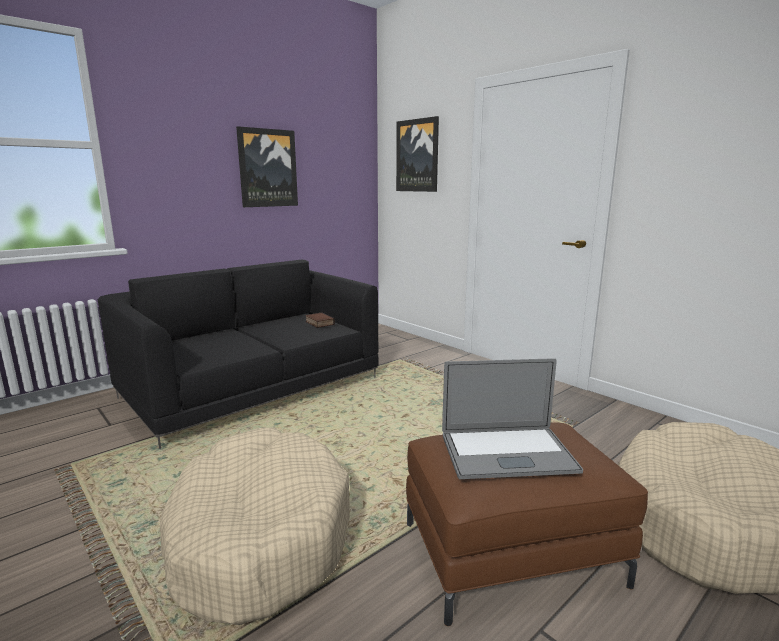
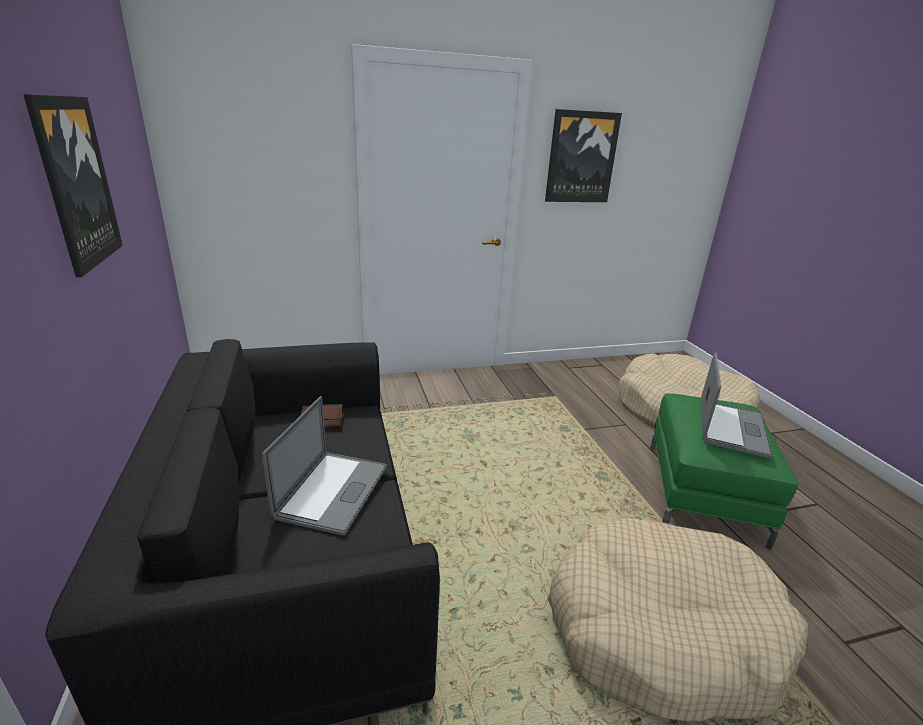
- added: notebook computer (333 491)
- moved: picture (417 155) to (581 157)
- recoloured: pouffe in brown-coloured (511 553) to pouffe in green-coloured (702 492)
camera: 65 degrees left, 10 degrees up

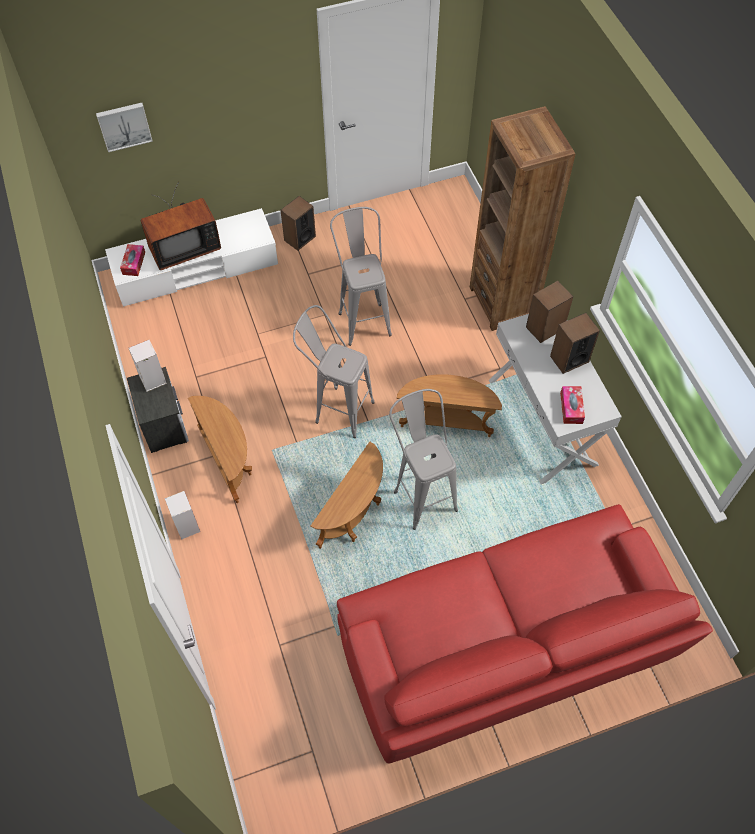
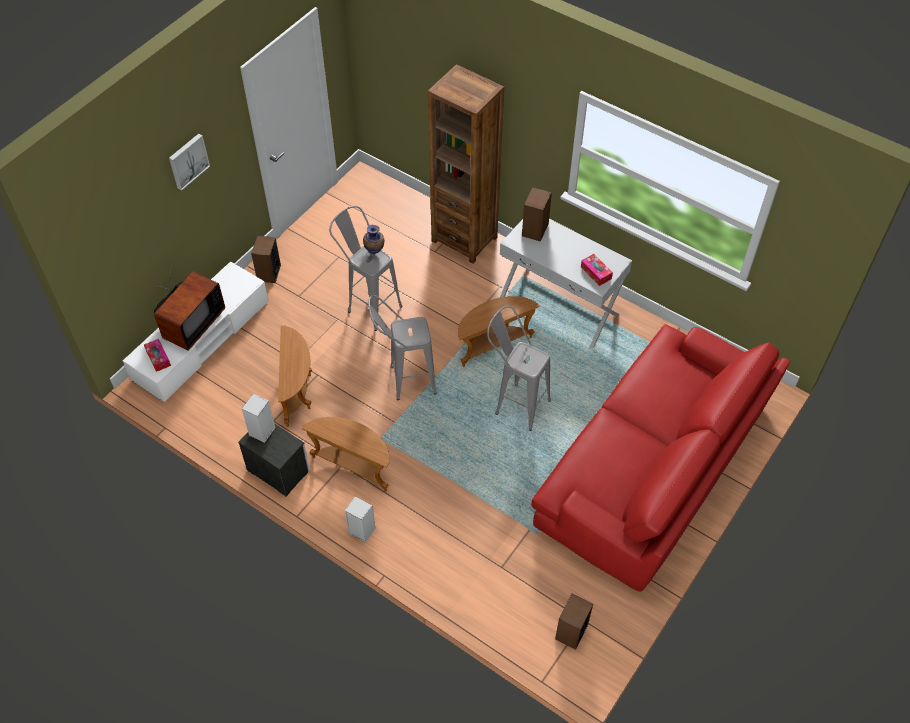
- moved: picture (124 125) to (188 161)
- moved: end table in brown-coloured (354 516) to (298 392)
- added: vase (375 252)
- moved: audio speaker (569 359) to (571 631)
camera: 35 degrees left, 5 degrees down

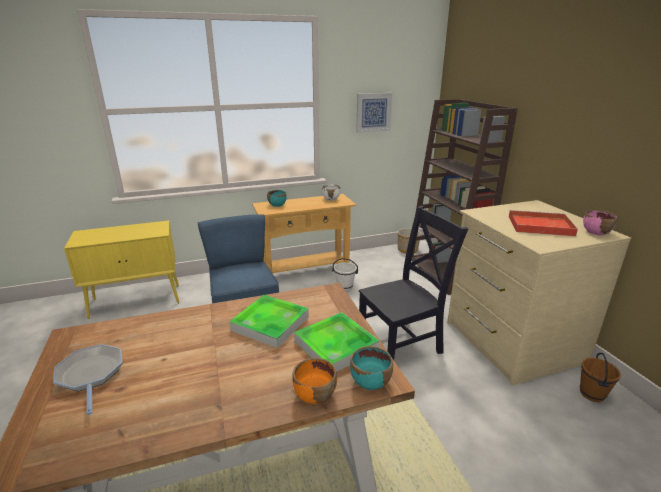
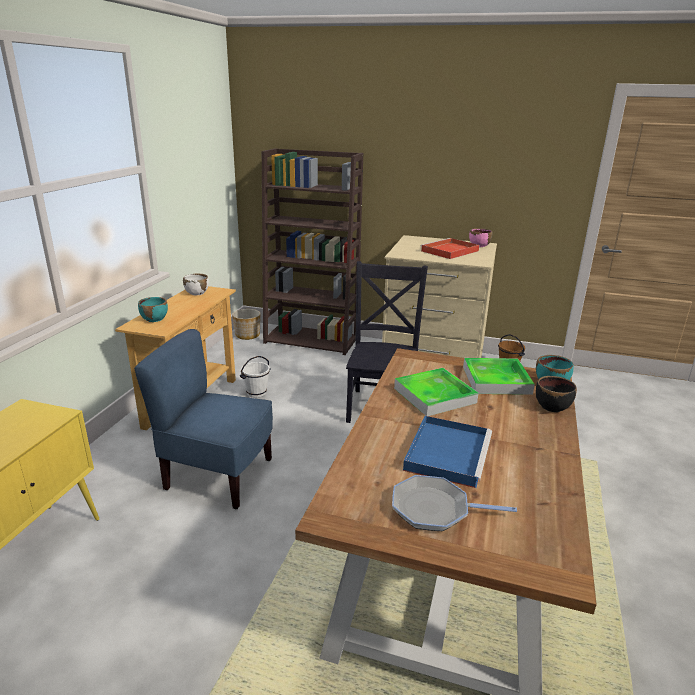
- added: carrying tray in blue-coloured (447 452)
- recoloured: bowl in orange-coloured (314 395) to bowl in blackish (552 407)
- removed: picture (373 112)
camera: 55 degrees left, 0 degrees up

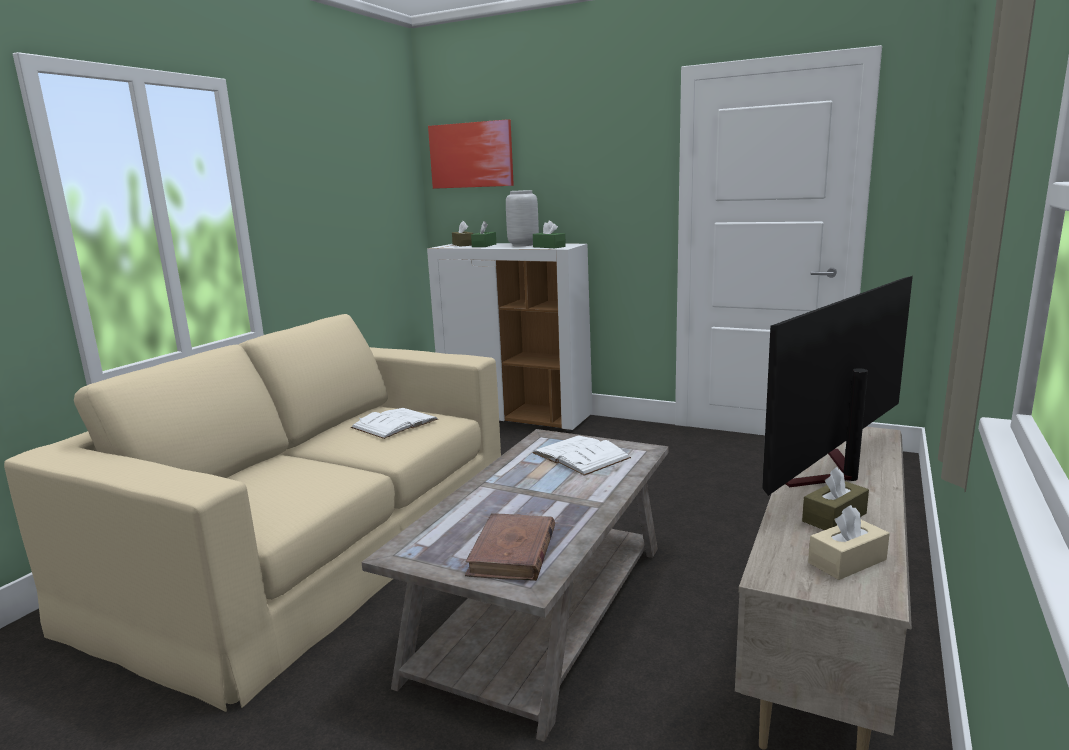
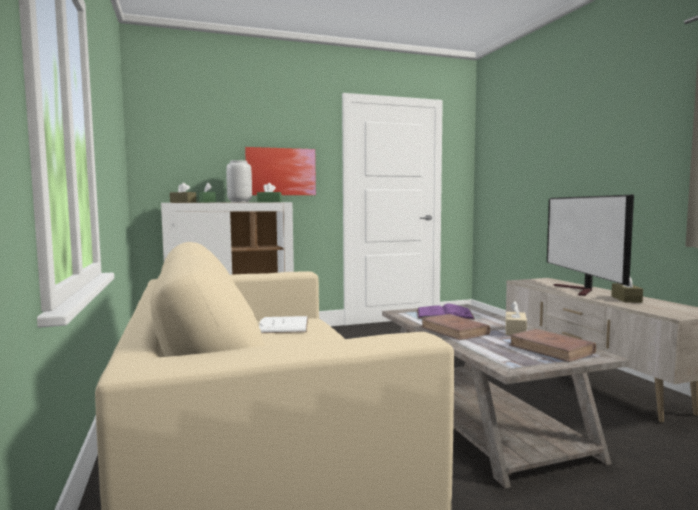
- moved: picture (471 155) to (281 172)
- recoloured: bound book in whitish (580 455) to bound book in purple (444 314)
- added: bound book in brown-coloured (454 331)
- moved: tissue holder in beige-coloured (847 561) to (515 331)
camera: 45 degrees left, 10 degrees down

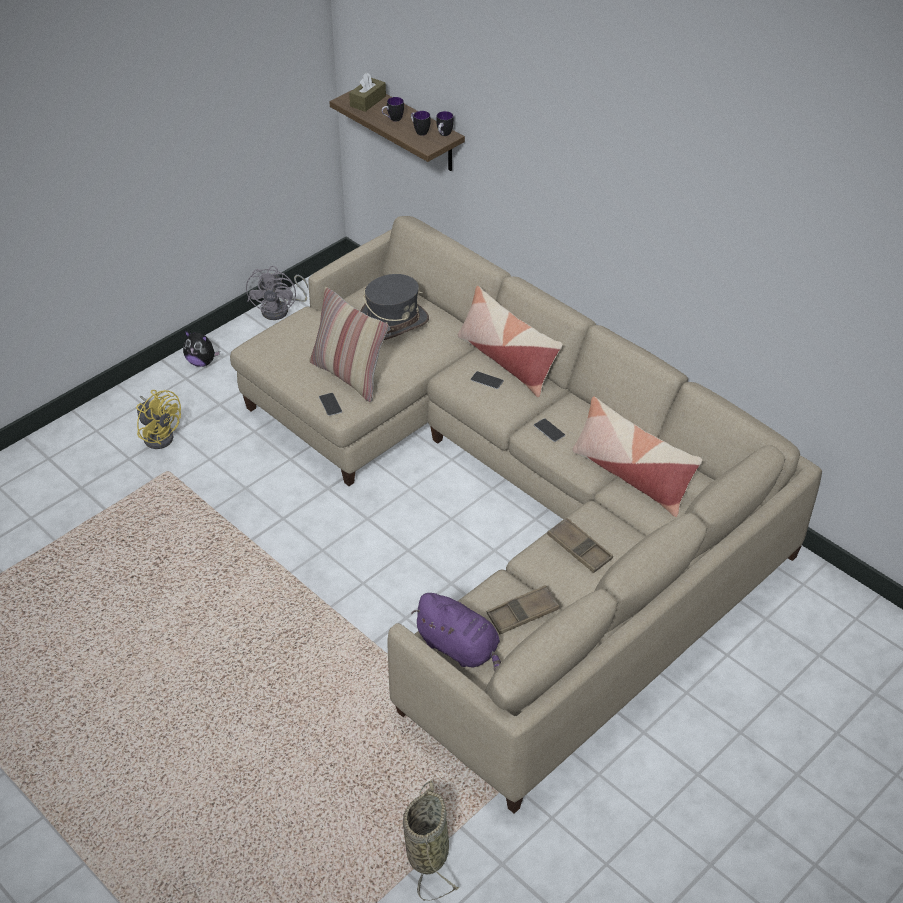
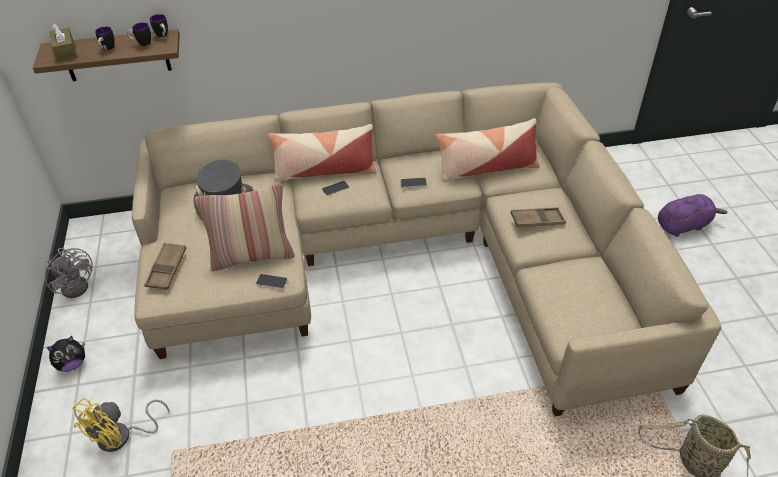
- turned: electric fan in yellow-coloured (159 434) = (122 437) 135 degrees clockwise
- moved: carrying tray in brown-coloured (522 613) to (167 269)
- moved: soft toy in purple (460 648) to (683 225)
camera: 55 degrees left, 0 degrees up

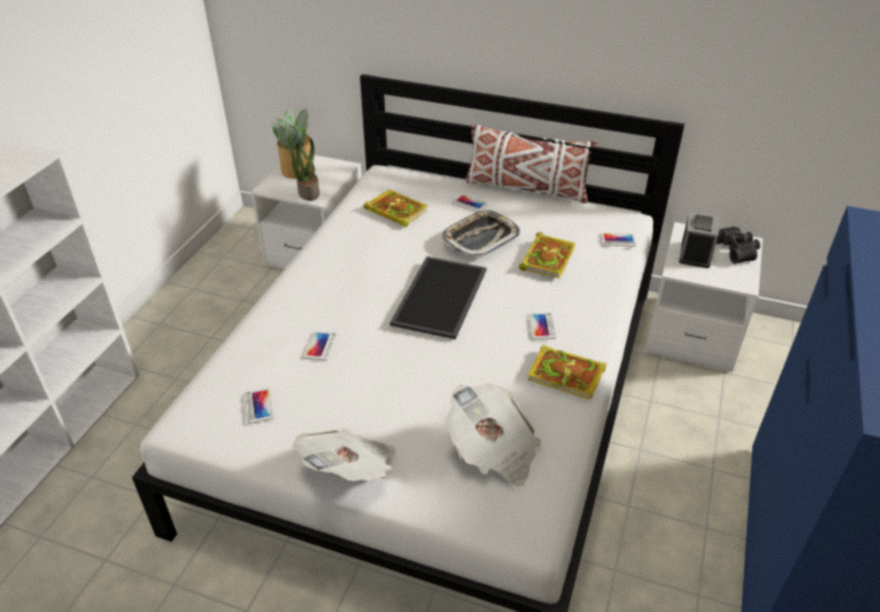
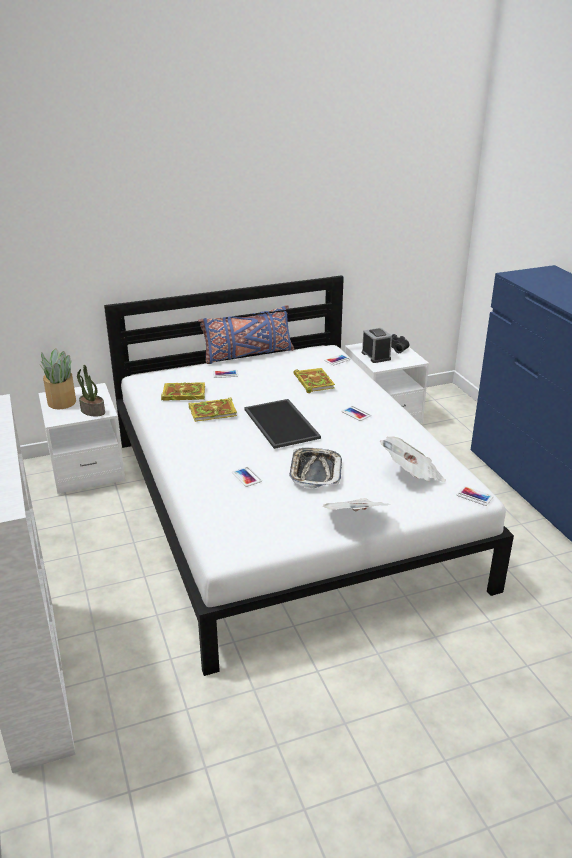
- moved: bound book (568 375) to (214 412)
- recoloured: throw pillow in whitish (526 188) to throw pillow in blue-coloured (248 354)
- moved: carrying tray (480 238) to (315 472)
- moved: handset (259 406) to (474 496)
camera: 40 degrees left, 10 degrees down

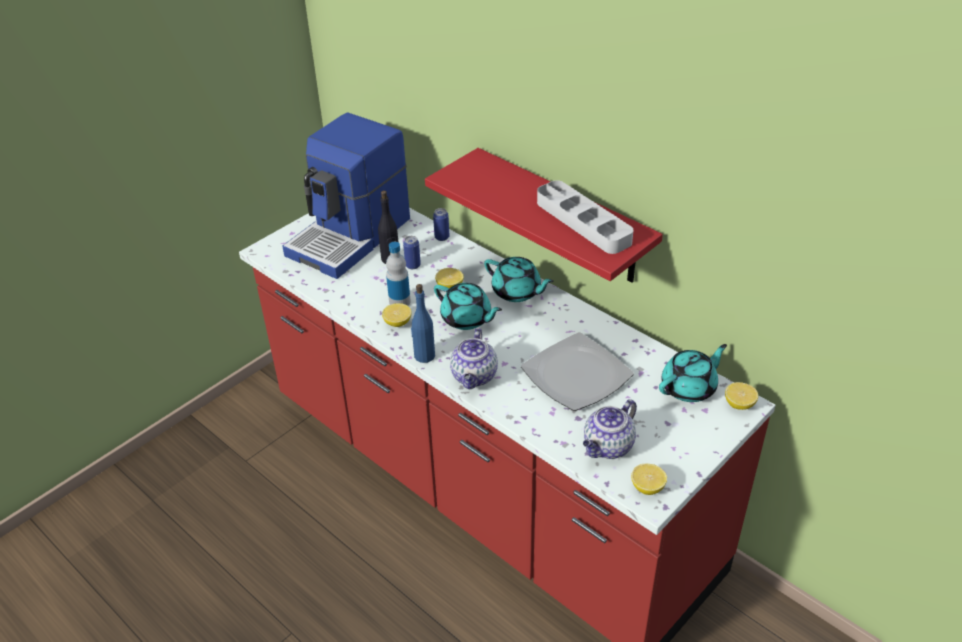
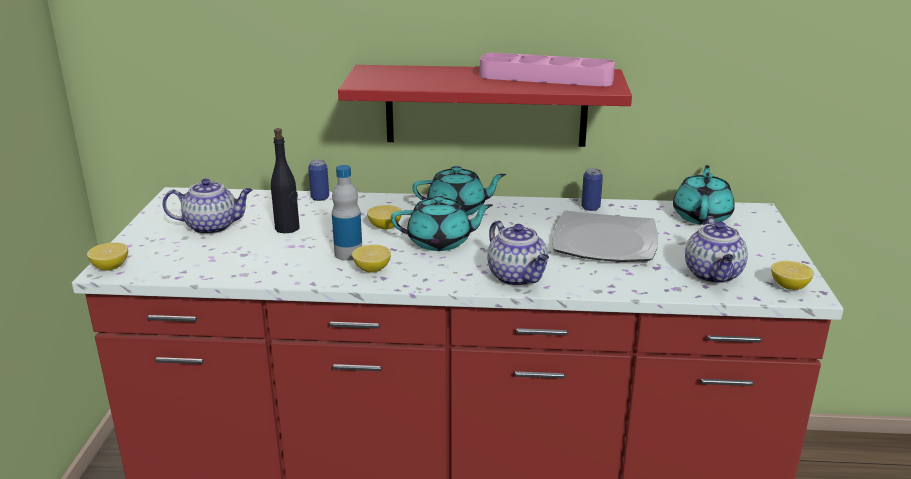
- moved: lemon (739 404) to (110 267)
- replaced: coffee brewer (351 237) to teapot (213 226)
- recoloured: carrying tray in grey (583 222) to carrying tray in pink (546 77)
- moved: can (413 265) to (590 207)
- removed: beverage bottle in blue-coloured (424 356)
camera: 40 degrees left, 15 degrees down

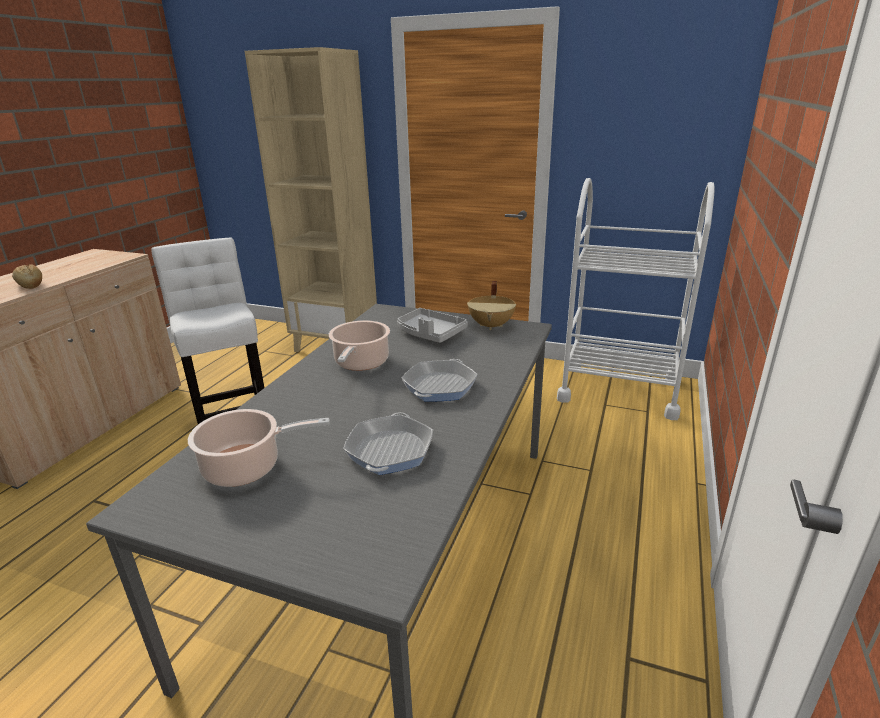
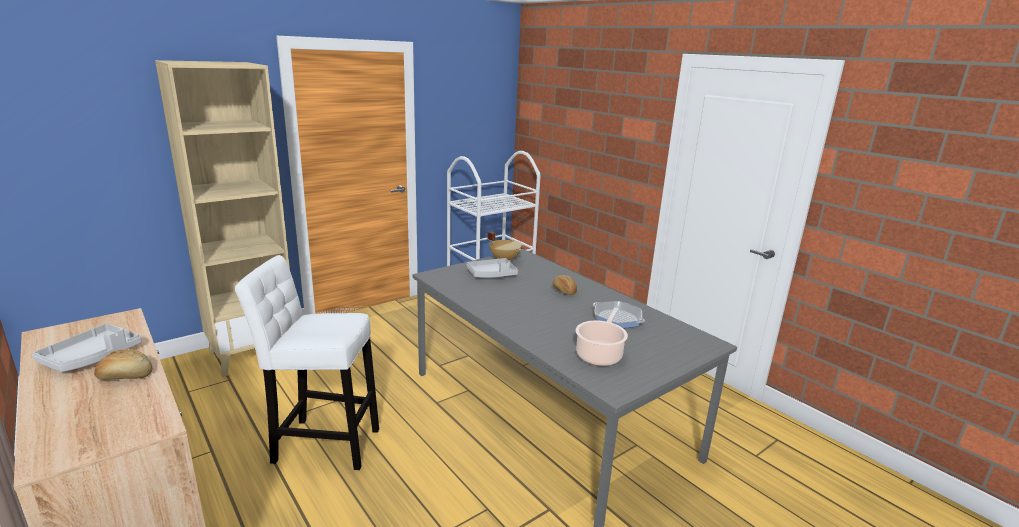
- added: carrying tray in grey (92 357)
- replaced: frying pan (440 386) to bakery bread (563 291)
- removed: stockpot (361 363)
camera: 60 degrees left, 5 degrees down

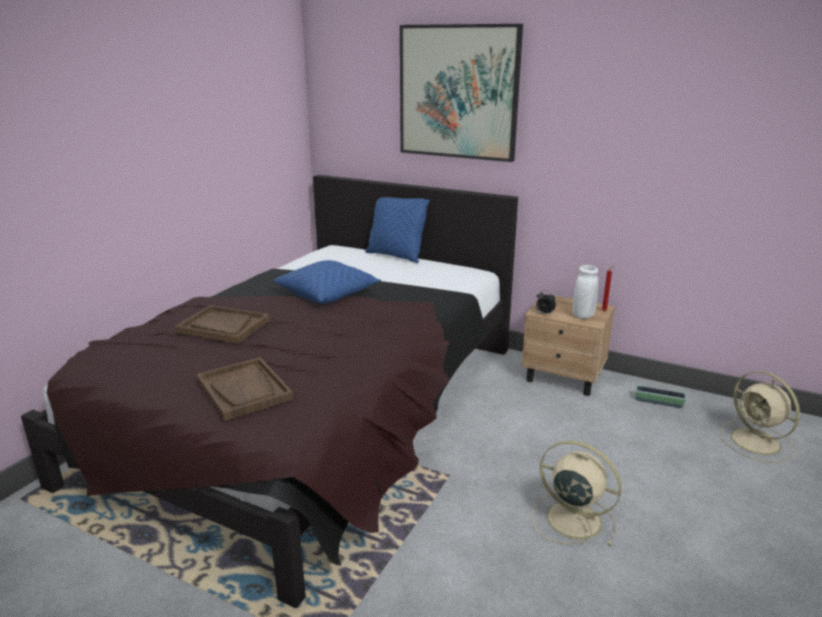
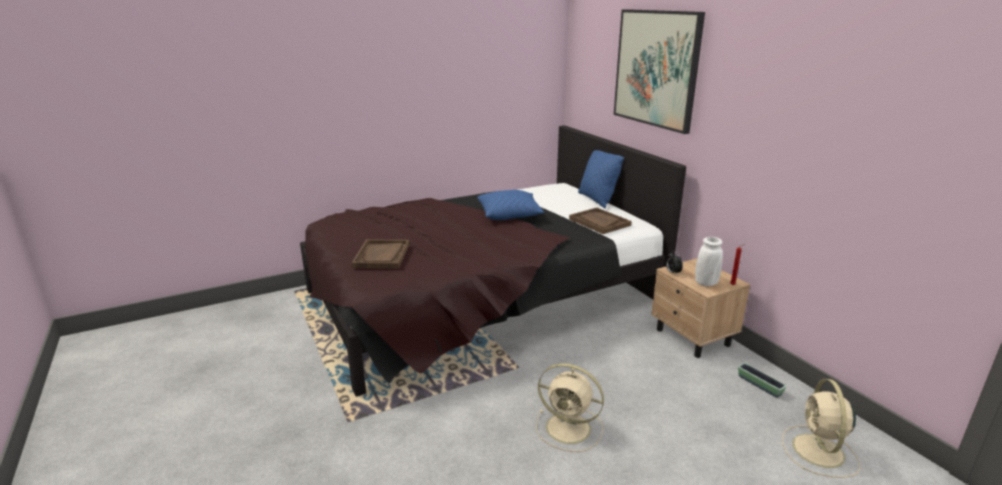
- turned: electric fan in beige-coloured (571 519) = (570 428) 135 degrees clockwise
- moved: carrying tray in brown-coloured (223 326) to (599 222)
camera: 35 degrees right, 0 degrees up

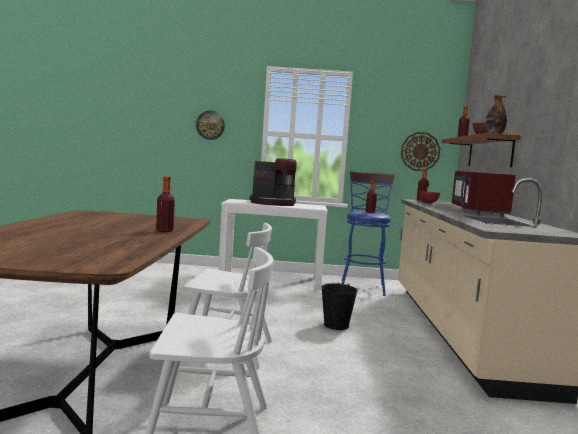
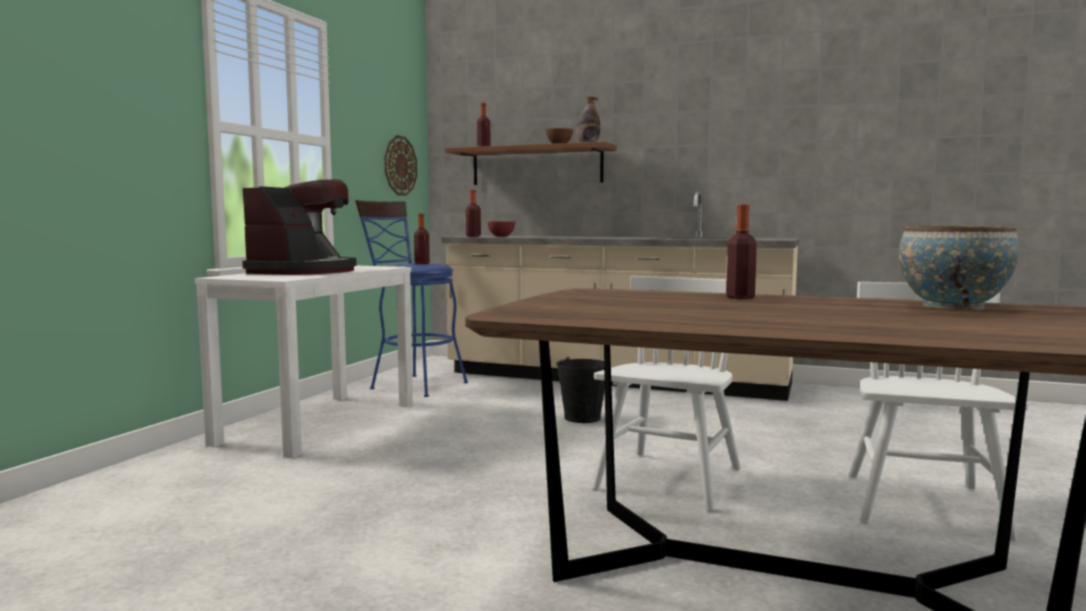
- added: bowl (953 307)
- removed: clock on the wall (210 125)
- removed: microwave oven in red-coloured (477 211)
camera: 70 degrees left, 0 degrees up

